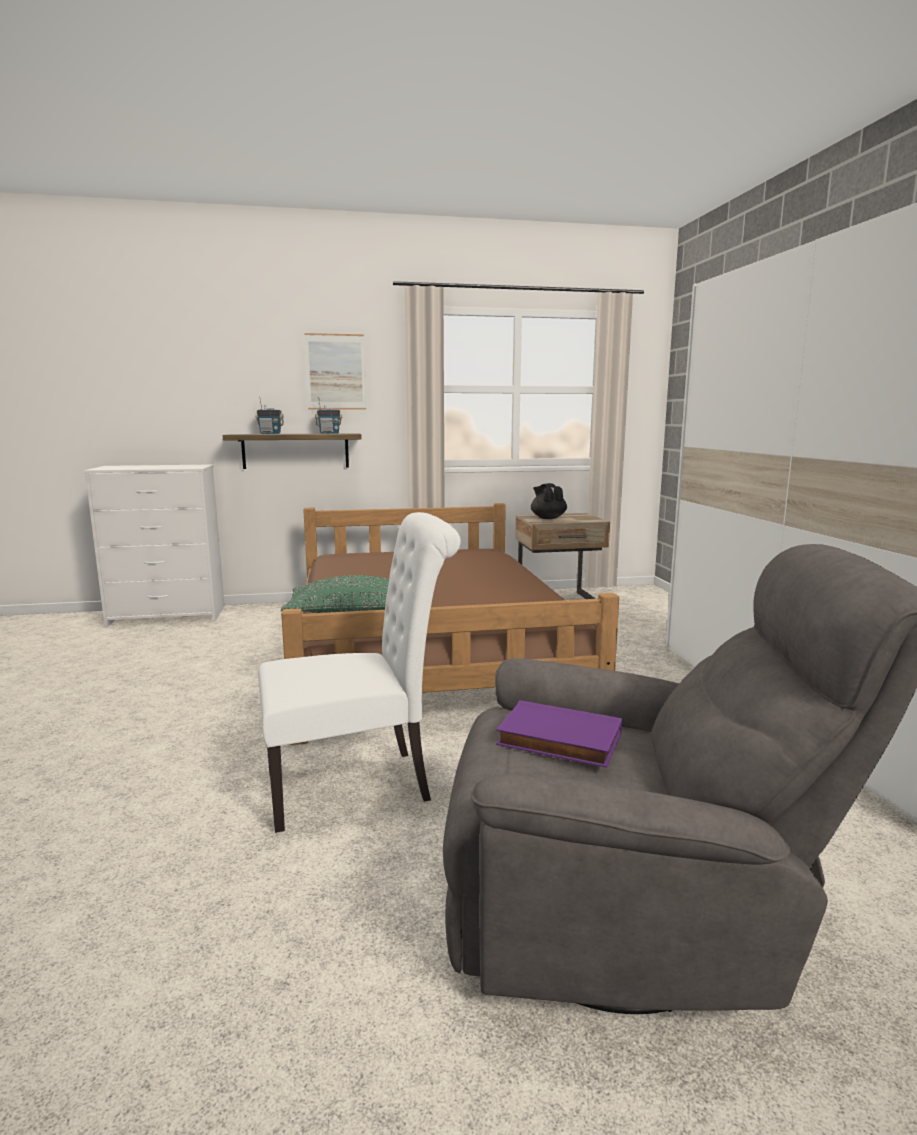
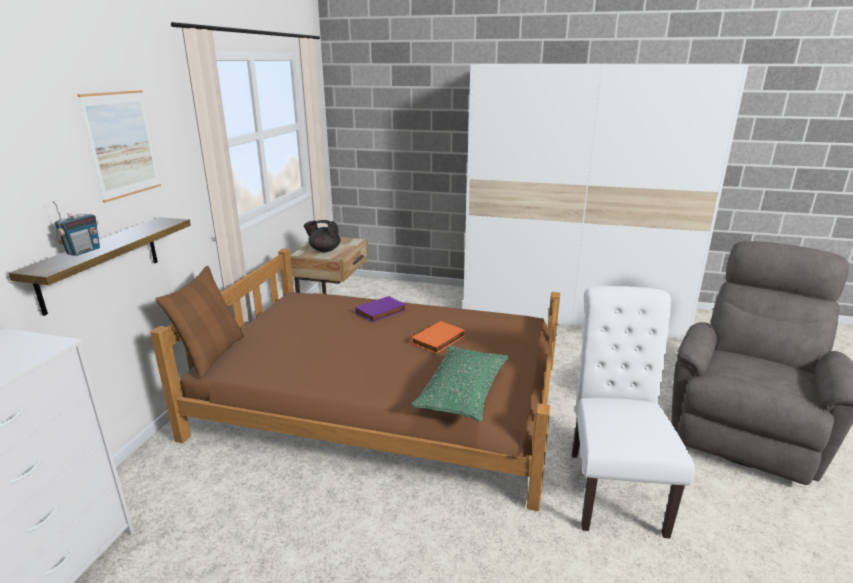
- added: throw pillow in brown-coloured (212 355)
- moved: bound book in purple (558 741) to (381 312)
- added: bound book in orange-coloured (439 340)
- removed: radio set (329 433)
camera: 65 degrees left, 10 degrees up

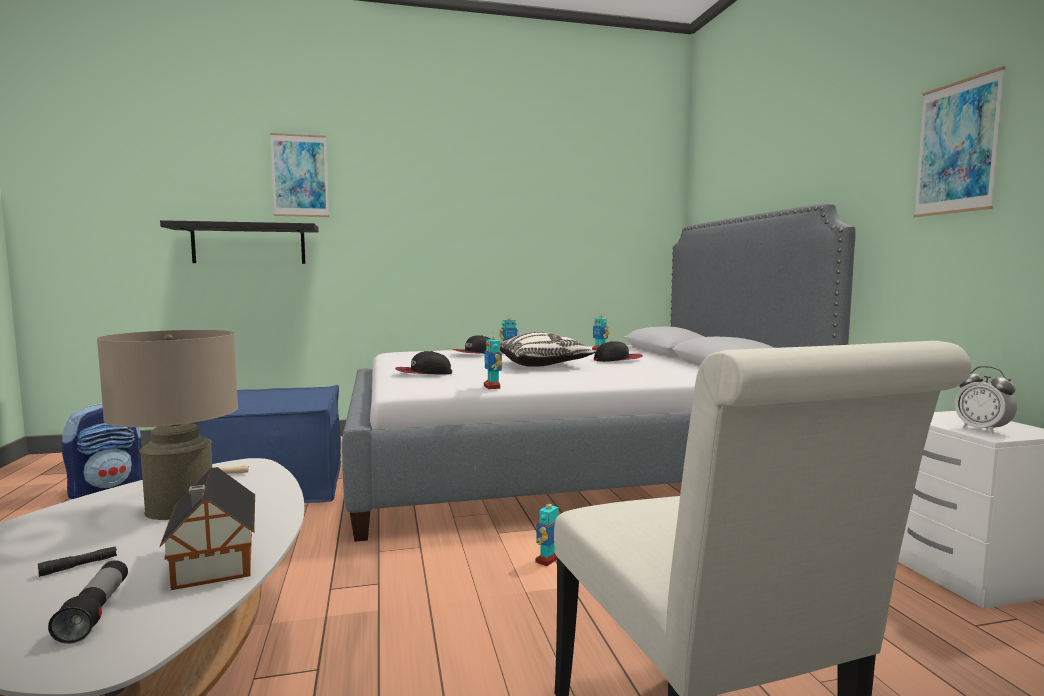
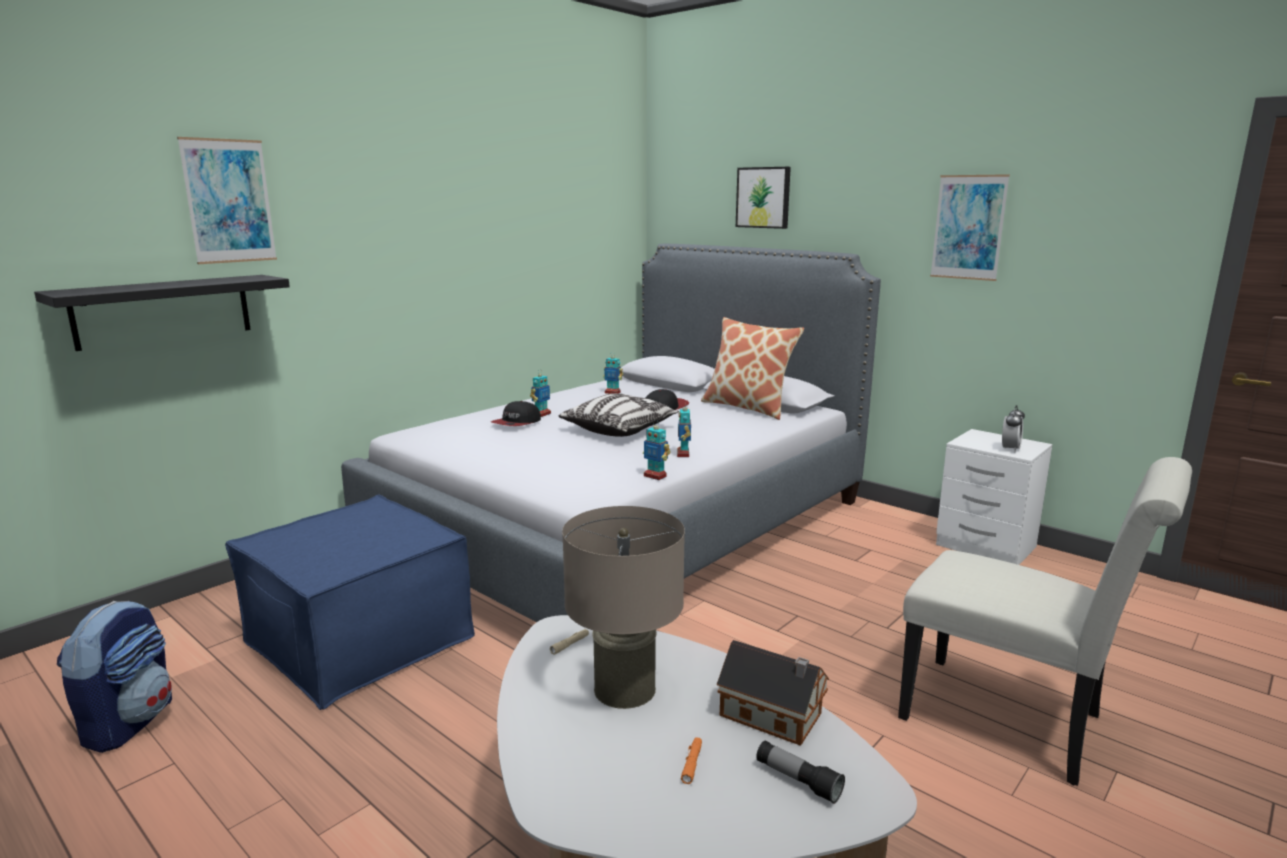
- moved: toy robot (548 560) to (683 454)
- recoloured: torch in blackish (79 566) to torch in orange-coloured (691 764)
- added: throw pillow (748 407)
- added: picture (763 197)
- turned: bedside clock (982 430) = (1010 449) 90 degrees counterclockwise
- removed: peaked cap (423 373)
camera: 35 degrees left, 10 degrees up

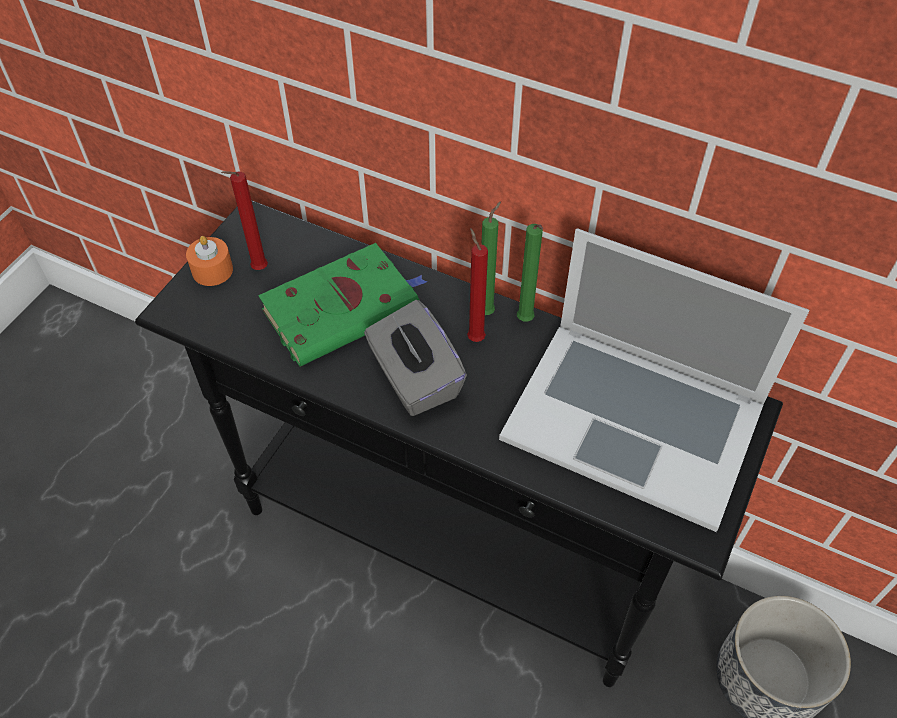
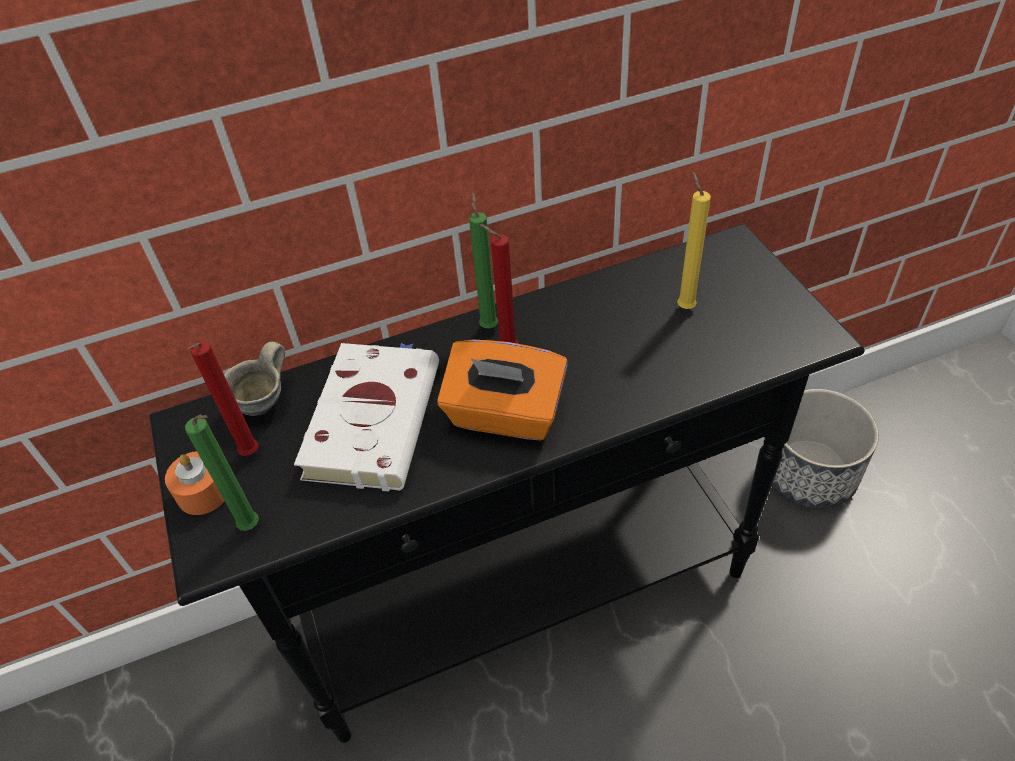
- moved: wax candle in green-coloured (526 321) to (253 527)
- added: tea mug in grey (267 404)
- recoloured: bound book in green-coloured (344 308) to bound book in whitish (373 417)
- recoloured: tissue holder in grey (414 379) to tissue holder in orange-coloured (505 415)
- replaced: notebook computer (634 419) to wax candle in yellow-coloured (684 306)
camera: 45 degrees left, 5 degrees down

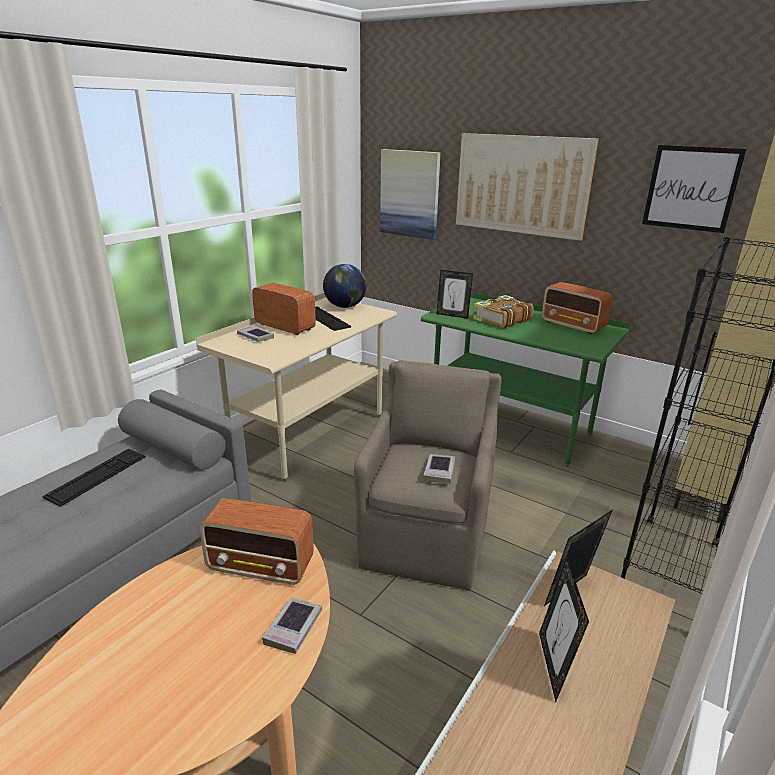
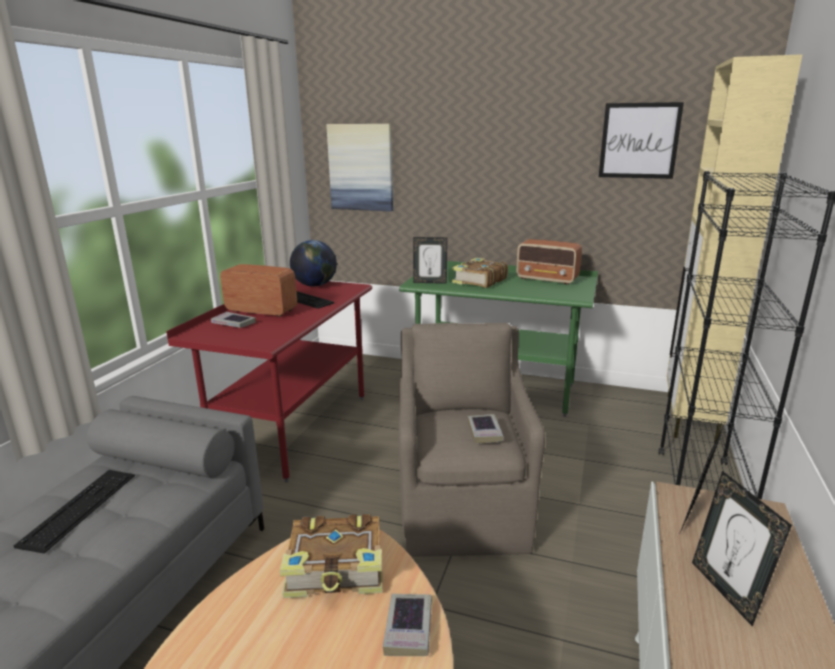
- recoloured: desk in beige-coloured (310 435) to desk in red-coloured (294 429)
- replaced: radio set (261 566) to bound book (337 569)
- removed: picture (521 185)
camera: 15 degrees left, 5 degrees down

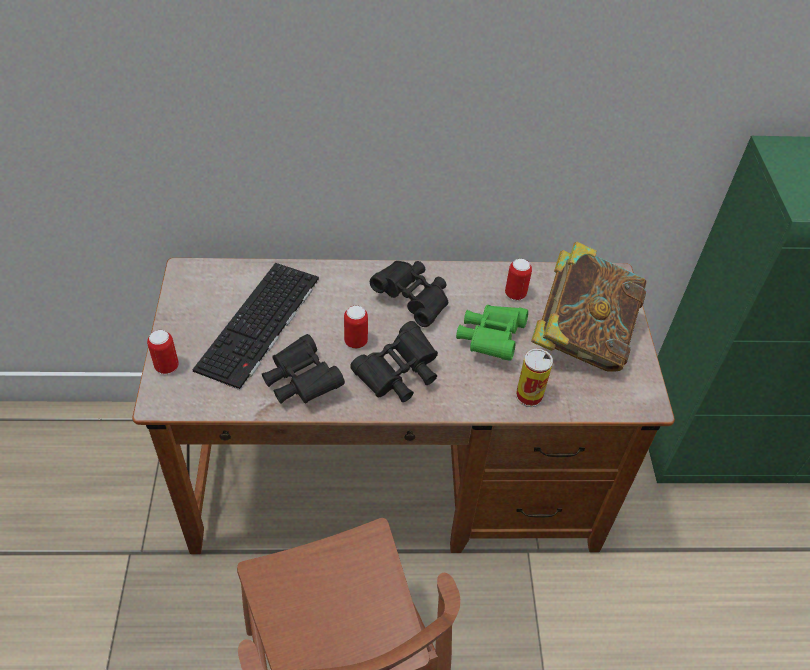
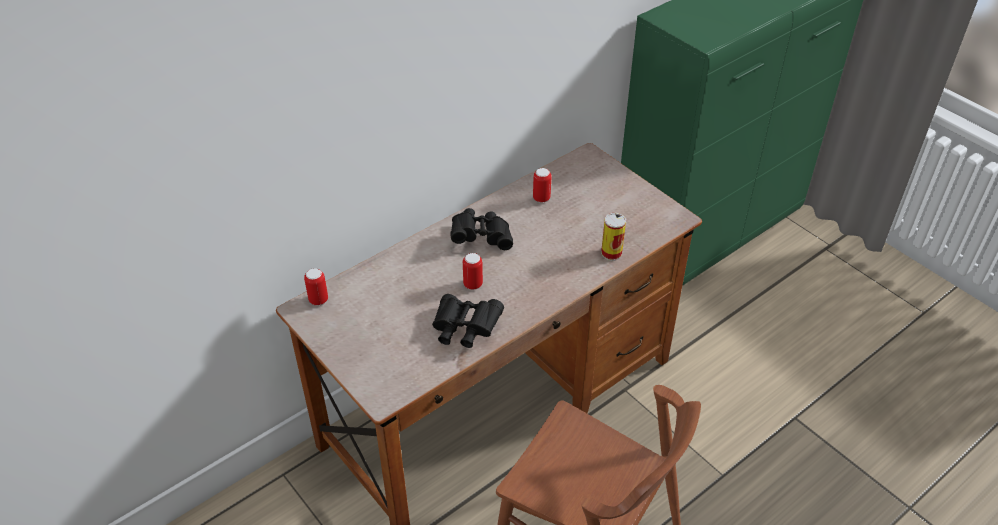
- moved: can (167 366) to (318 300)
- removed: PC keyboard (260 325)
- removed: field glasses in blackish (398 375)
- removed: field glasses in green-coloured (490 339)
- removed: bound book (581 337)
camera: 35 degrees left, 5 degrees down

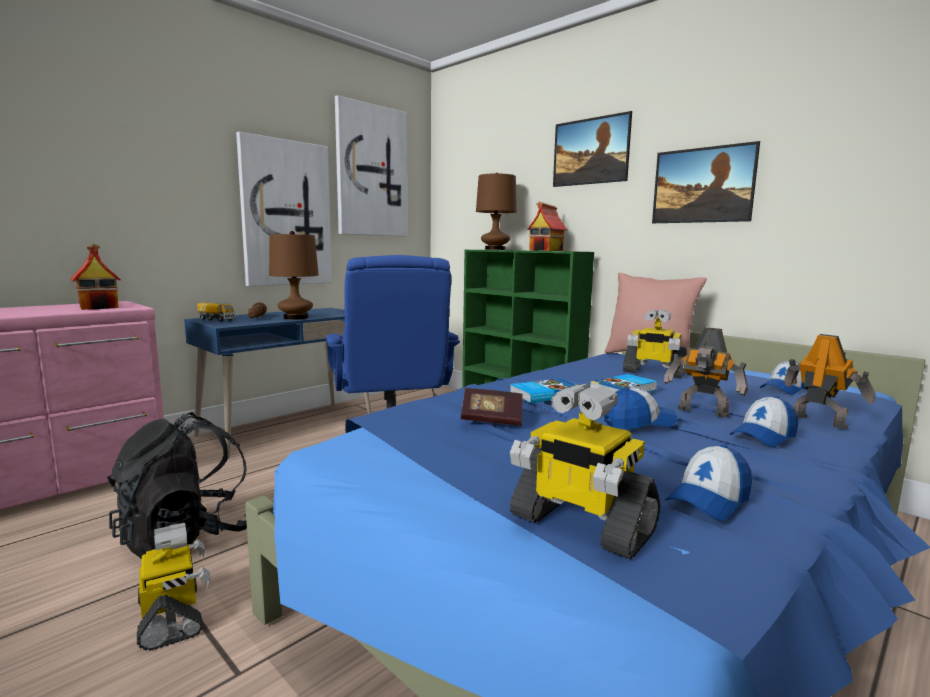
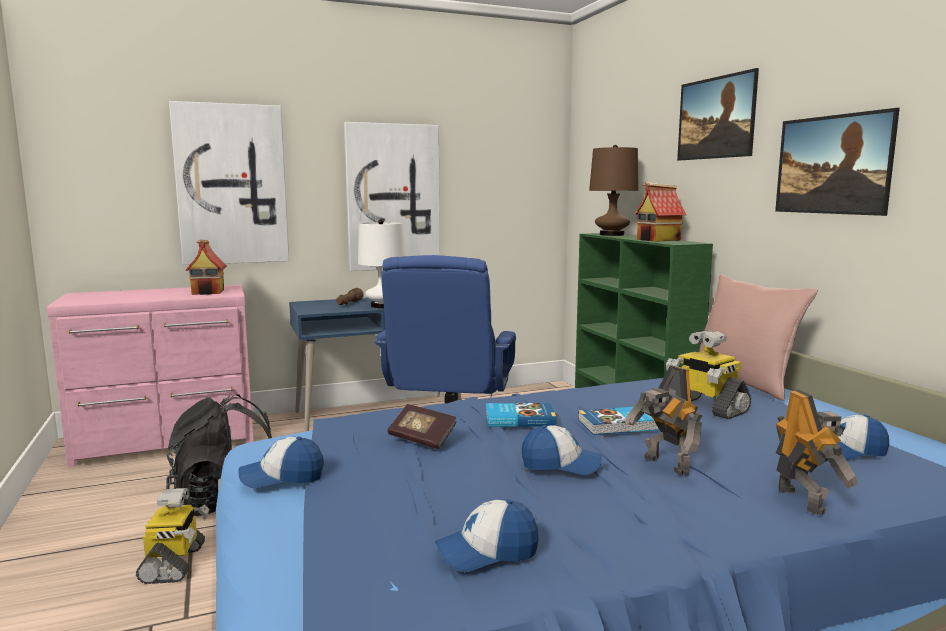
- moved: picture (371 171) to (231 185)
- moved: peaked cap (763 436) to (282 477)
- recoloured: tabletop lamp in brown-coloured (296 318) to tabletop lamp in whitish (383 306)
- removed: toy truck (217 320)
- removed: toy robot (580 524)
camera: 25 degrees right, 0 degrees up

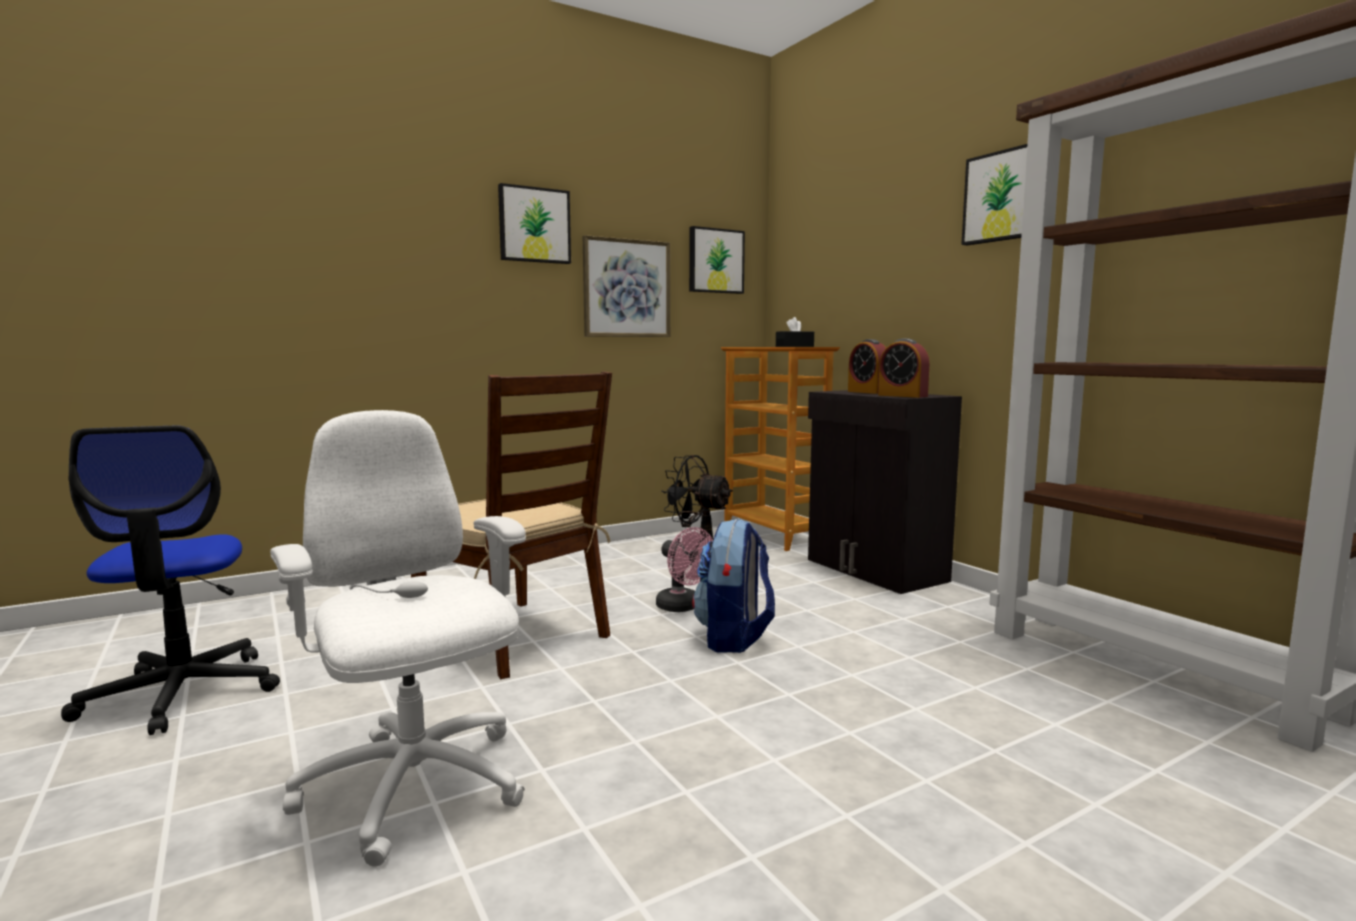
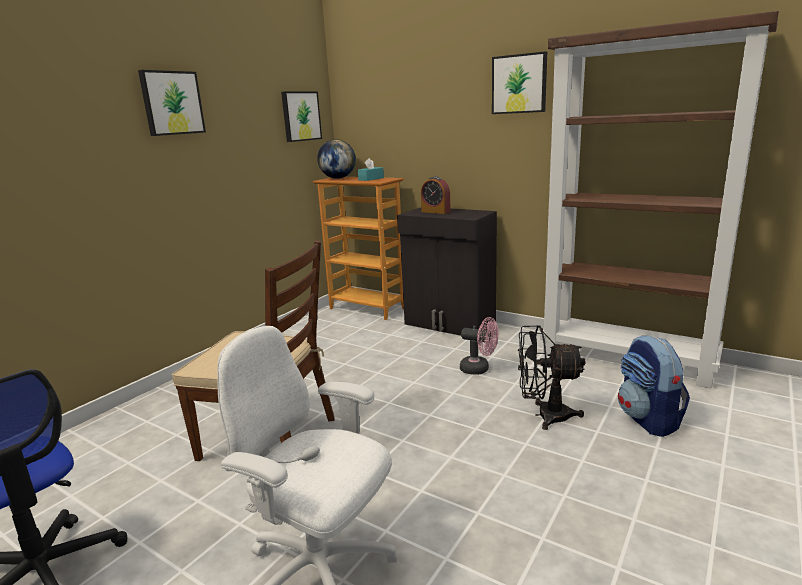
- added: world globe (338 178)
- recoloured: tissue holder in blackish (794 346) to tissue holder in blue-green (371 179)
- moved: electric fan in pink (683 607) to (479 369)
- moved: electric fan in blackish (698 547) to (544 415)
- moved: rucksack (734 638) to (648 419)
- removed: picture (626 288)
- removed: bedside clock (902 396)
camera: 25 degrees left, 10 degrees up

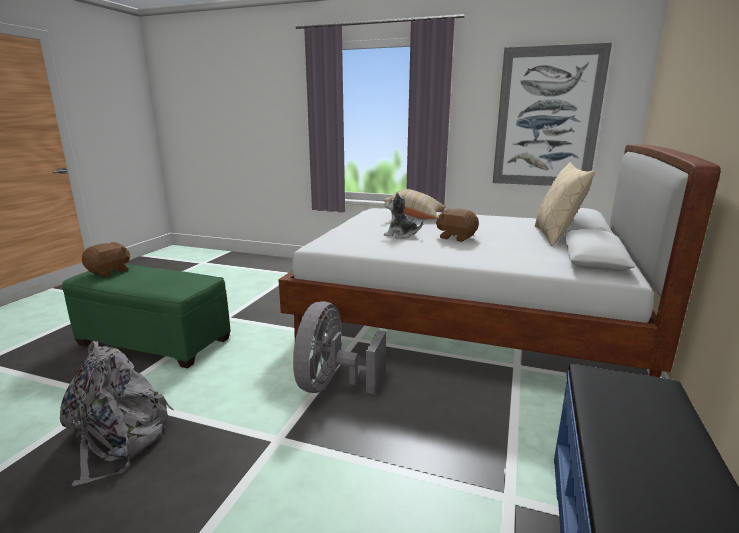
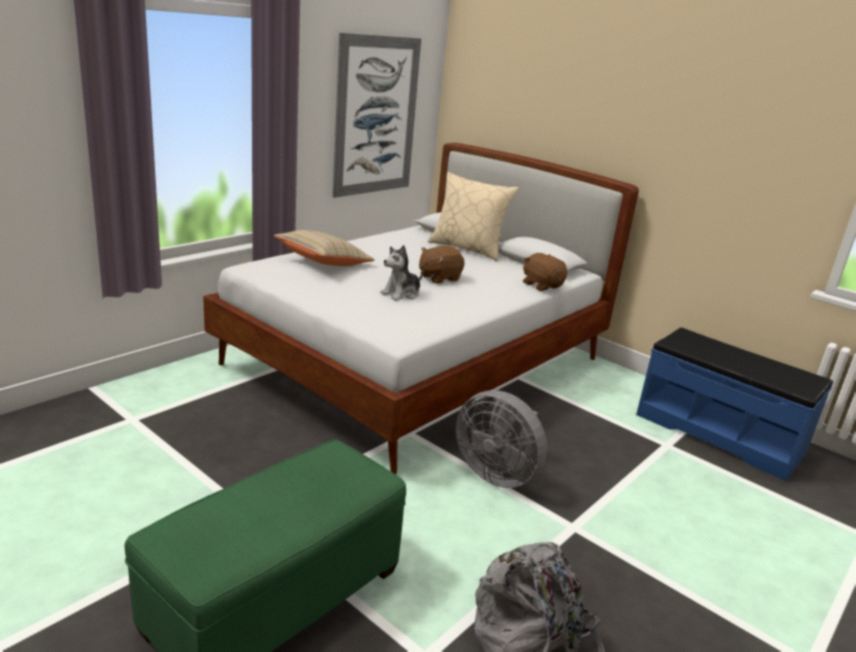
- moved: soft toy in brown-coloured (110 272) to (542 285)
camera: 70 degrees left, 5 degrees up

